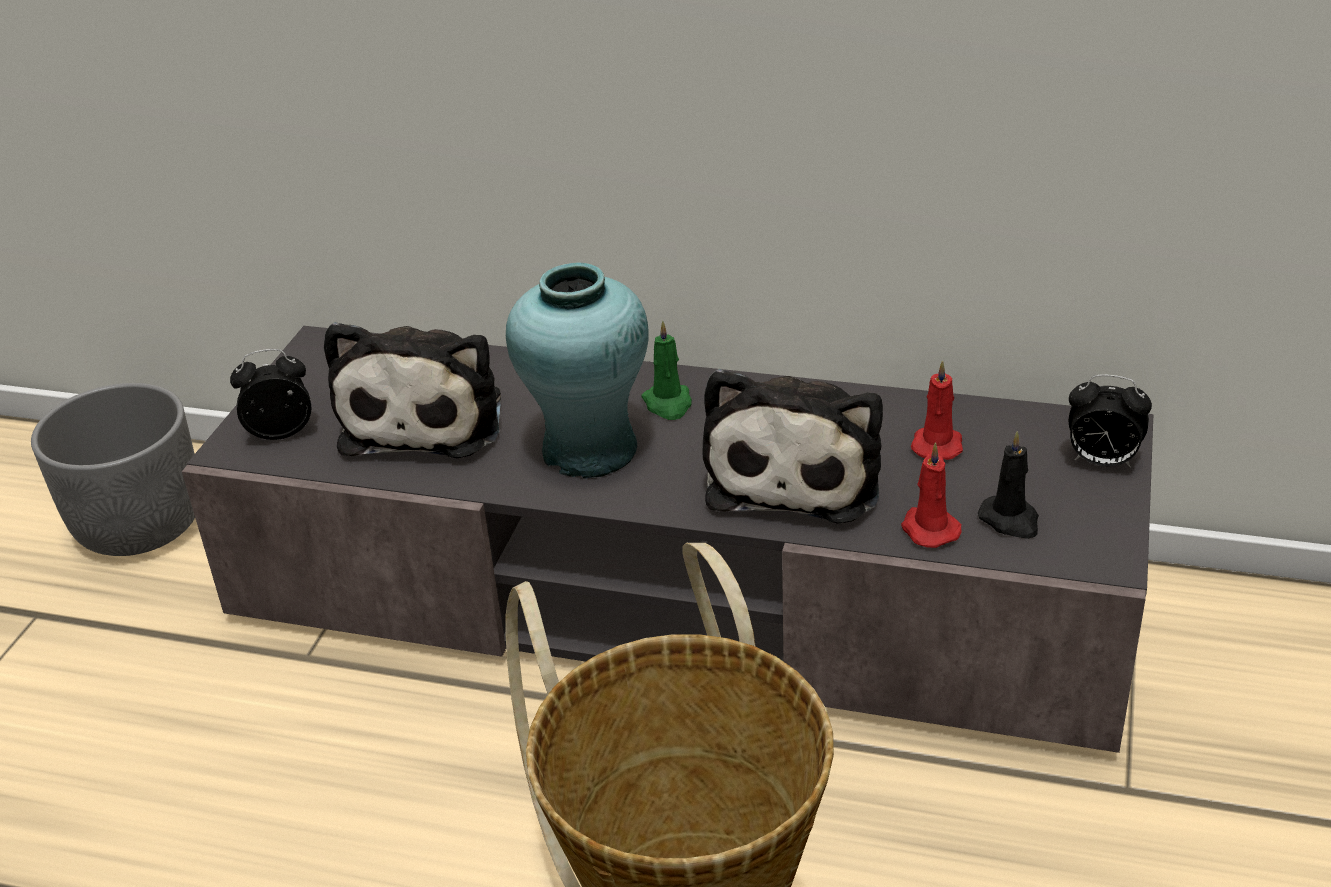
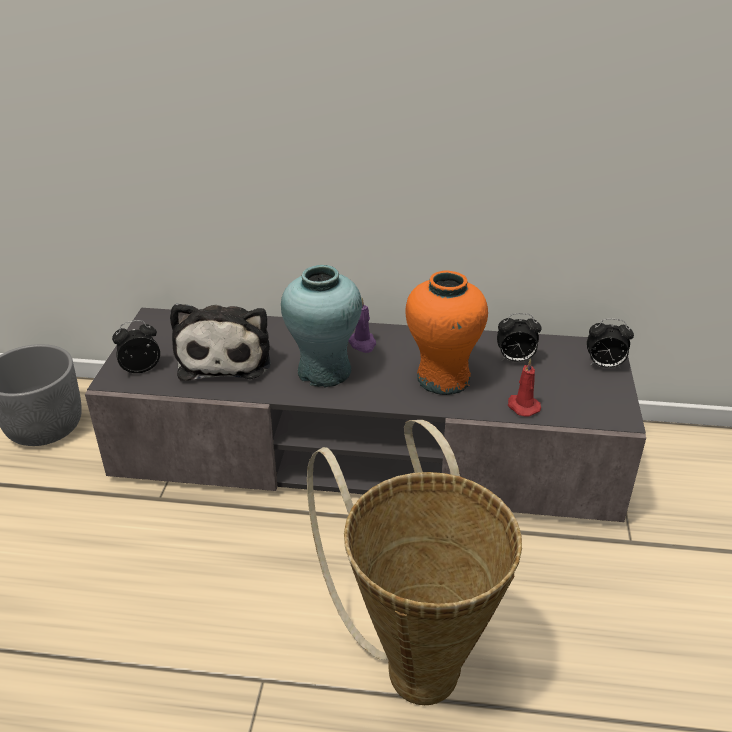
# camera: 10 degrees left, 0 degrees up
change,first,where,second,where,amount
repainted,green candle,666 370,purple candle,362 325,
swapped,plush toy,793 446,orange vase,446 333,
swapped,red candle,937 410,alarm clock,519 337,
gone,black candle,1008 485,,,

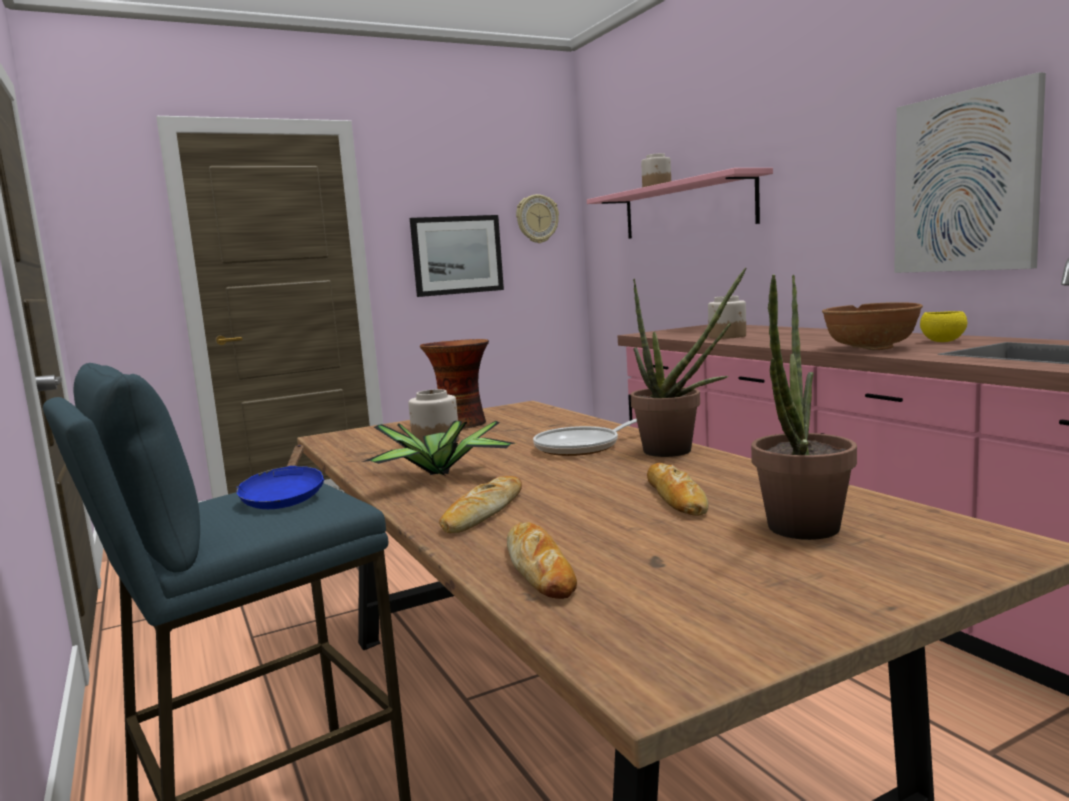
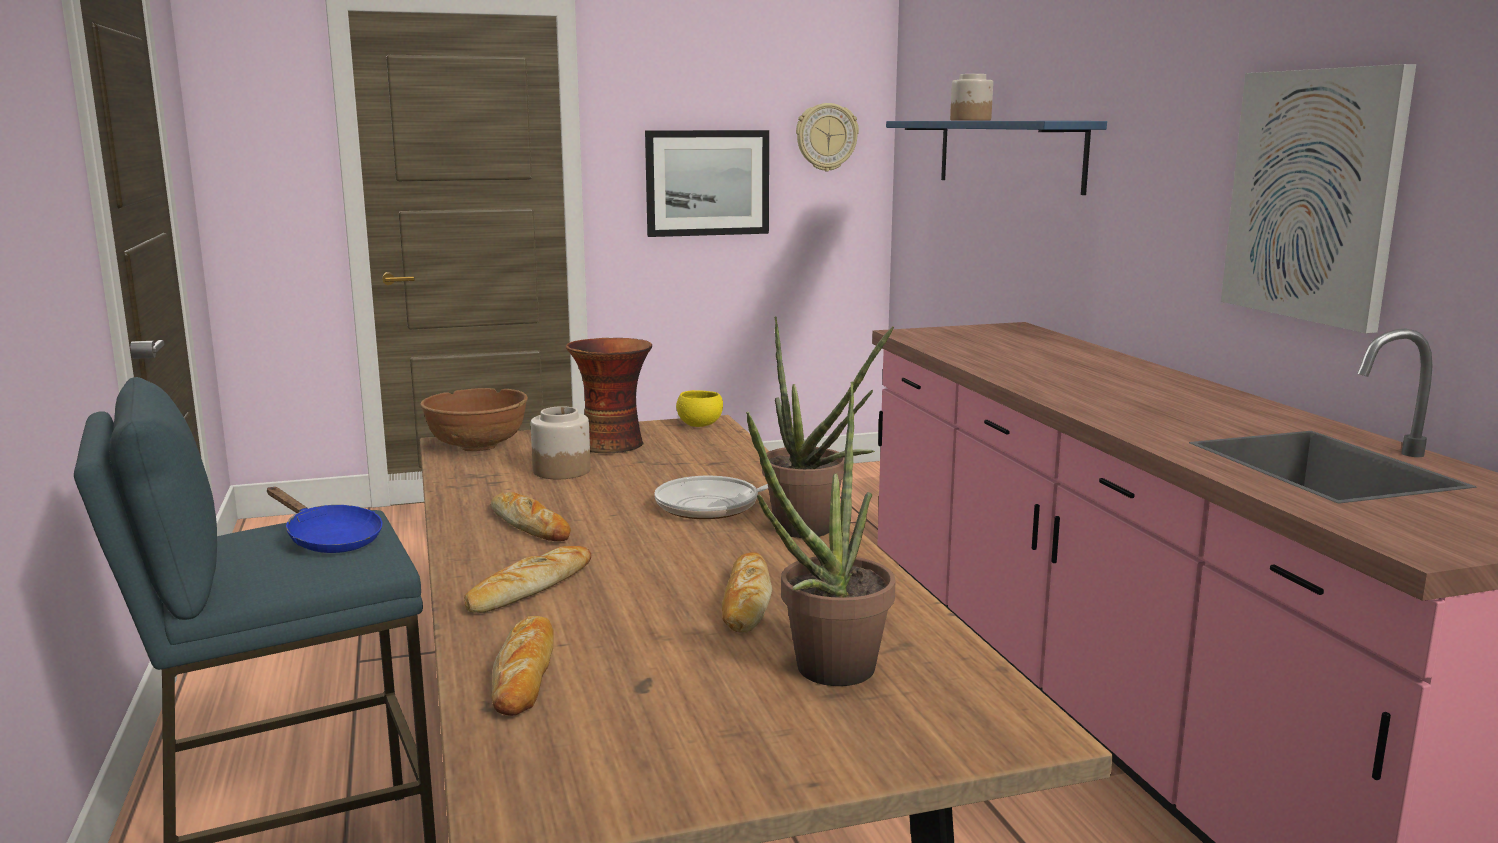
# camera: 10 degrees right, 5 degrees up
change,first,where,second,where,amount
rotated,blue frying pan,280 477,,325 520,60 degrees counterclockwise
shifted,brown bowl,872 326,,474 419,
swapped,potted plant,438 448,bread,531 516,
shifted,yellow bowl,943 326,,699 408,
repainted,pink shelf,680 203,blue shelf,996 158,
gone,jar,727 317,,,

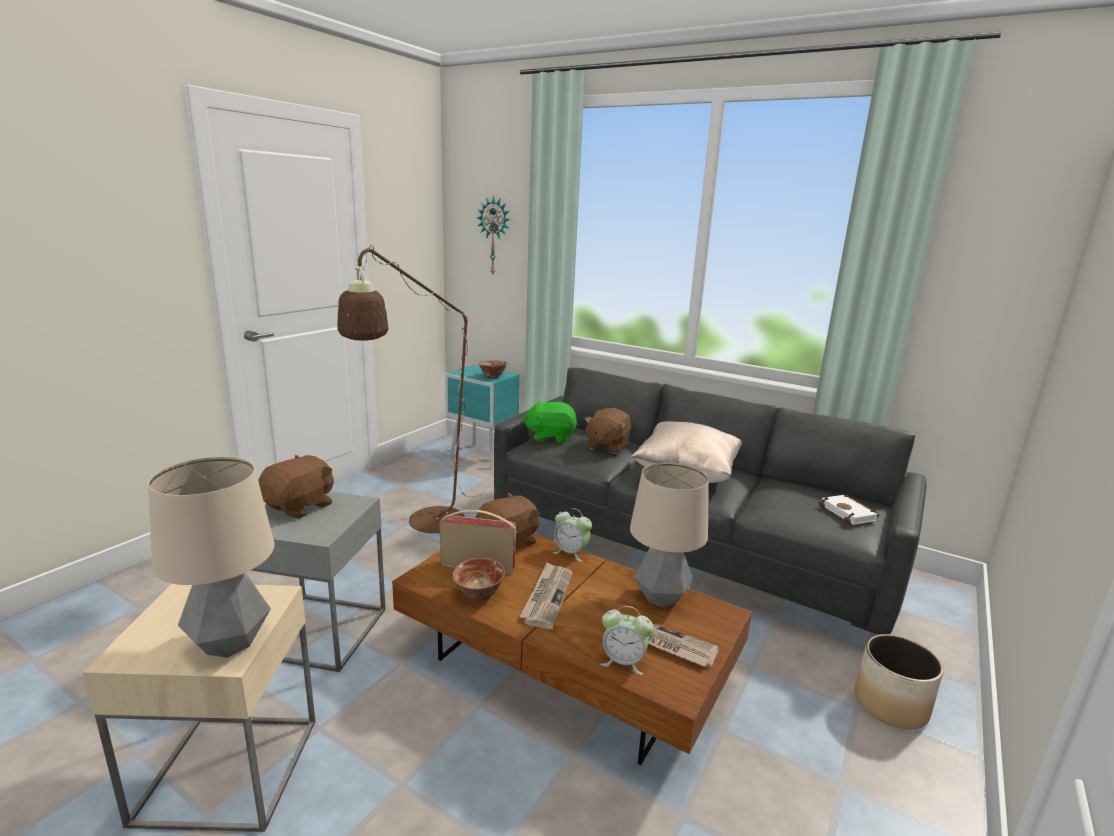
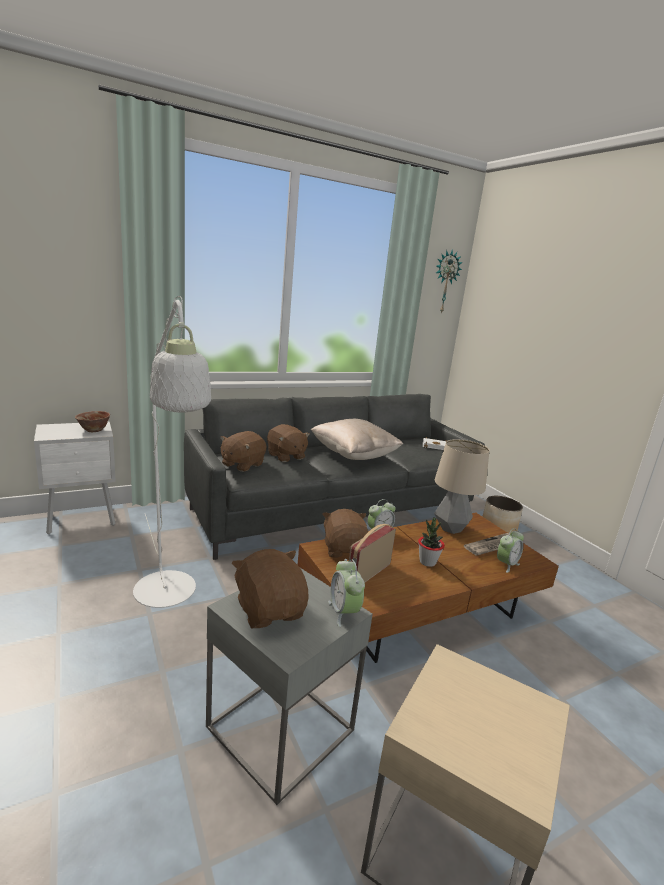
# camera: 60 degrees left, 0 degrees up
change,first,where,second,where,amount
repainted,turquoise nightstand,482 416,white nightstand,75 478,
repainted,brown floor lamp,415 389,white floor lamp,172 452,
repainted,green plush toy,550 422,brown plush toy,243 451,
new,,,alarm clock,346 593,
swapped,newspaper,546 595,potted plant,431 542,
shifted,wall clock,493 236,,449 281,
gone,table lamp,211 557,,,
gone,bowl,479 579,,,

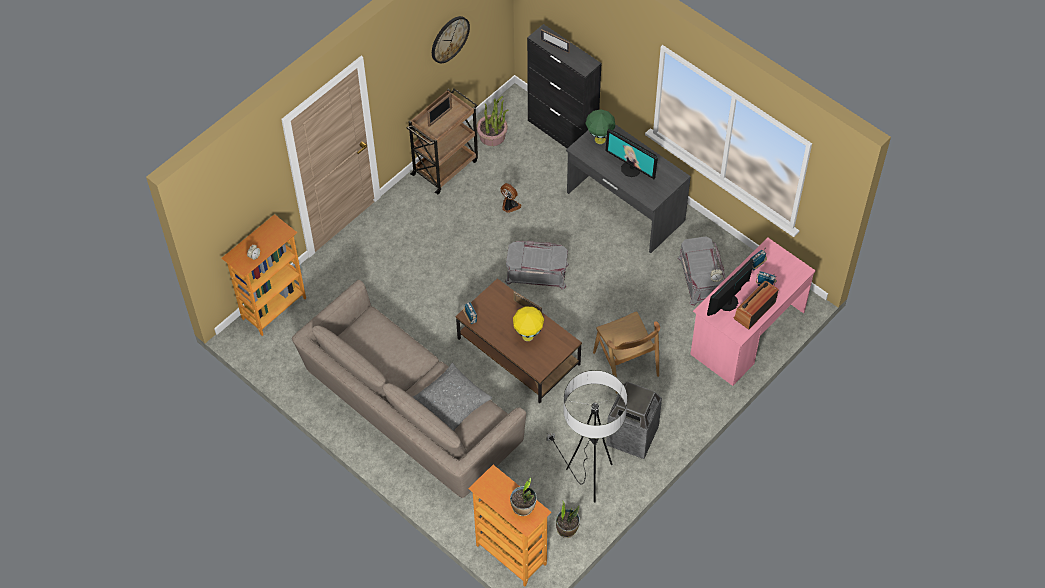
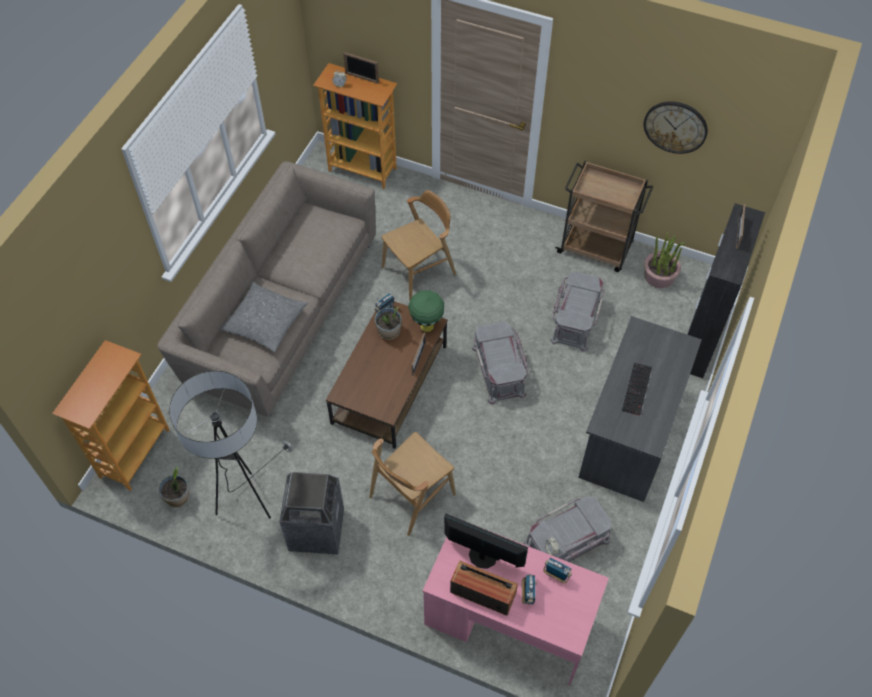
# camera: 70 degrees right, 0 degrees up
change,first,where,second,where,amount
shifted,picture frame,439 110,,361 68,
shifted,potted plant,523 497,,388 323,
new,,,brown chair,418 245,
shifted,green table lamp,600 127,,426 311,
swapped,fan,510 198,grey storage box,577 312,
swapped,monitor,632 154,keyboard,636 389,
gone,yellow table lamp,528 324,,,

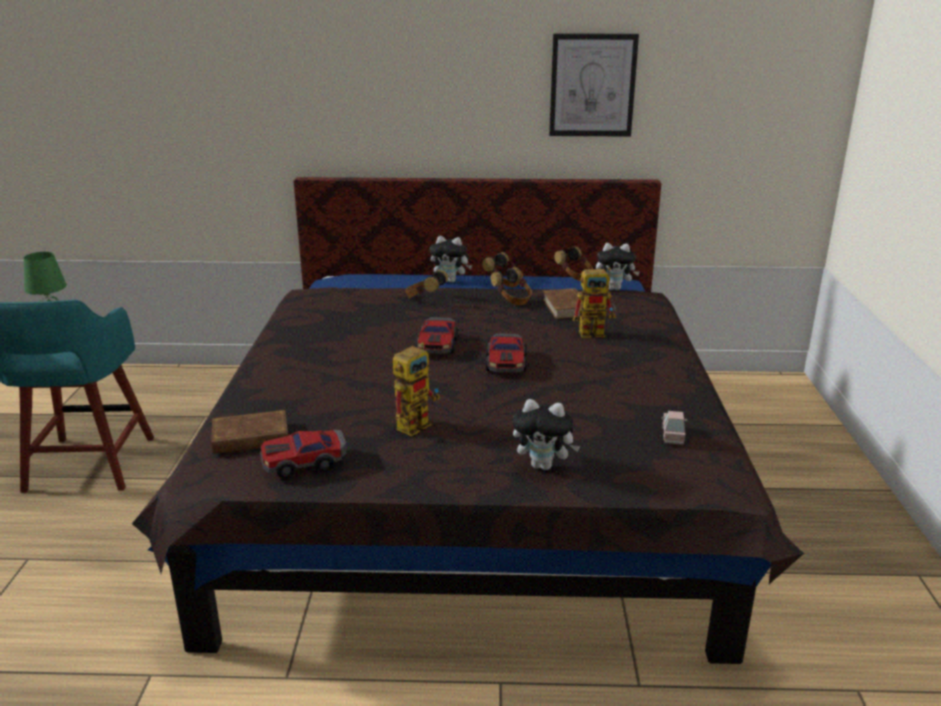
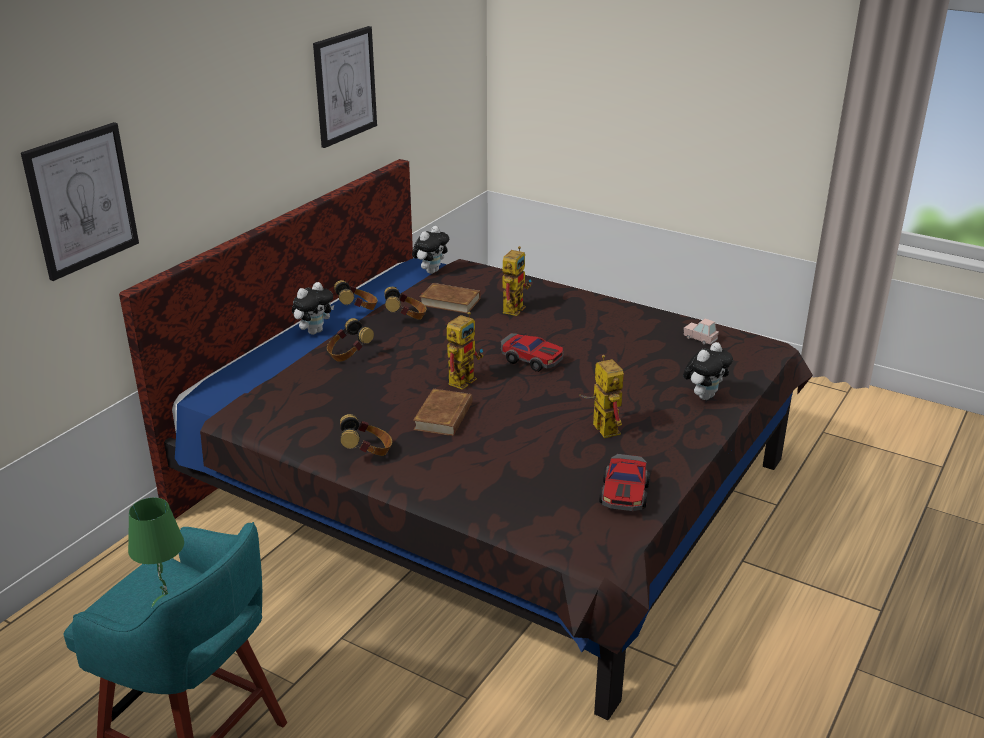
# camera: 60 degrees left, 5 degrees up
change,first,where,second,where,amount
new,,,picture,80 201,
shifted,headphones,573 264,,366 435,
shifted,brown book,250 432,,443 412,
swapped,toy car,436 335,toy robot,465 351,

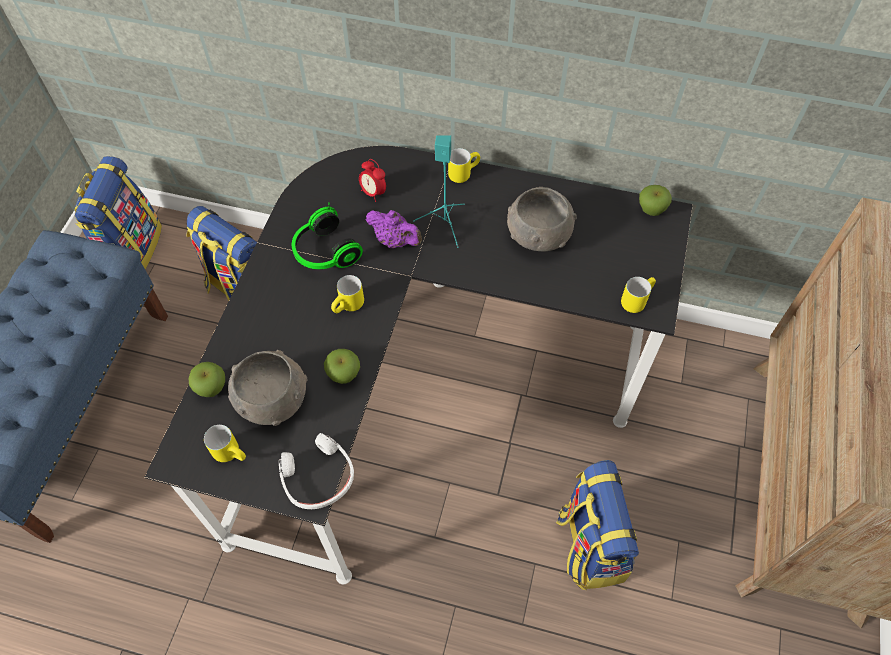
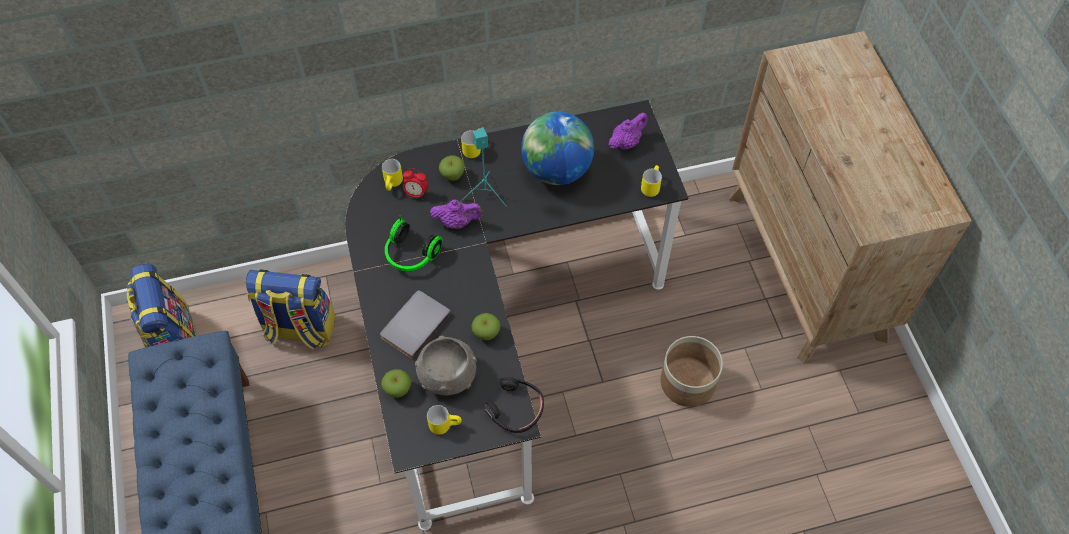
# camera: 30 degrees left, 0 degrees up
change,first,where,second,where,amount
new,,,grey book,415 325,
shifted,yellow mug,347 294,,392 175,
shifted,apple,655 200,,452 168,
repainted,white headphones,316 471,black headphones,514 405,
swapped,grey bowl,542 219,globe,557 148,
new,,,purple teapot,628 131,
swapped,backpack,597 525,planter,691 371,

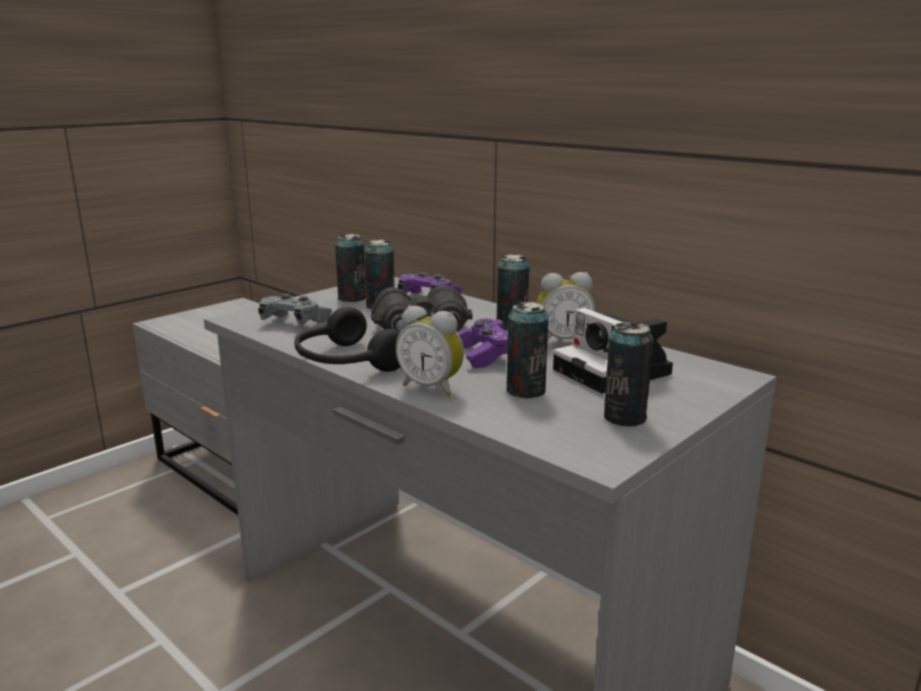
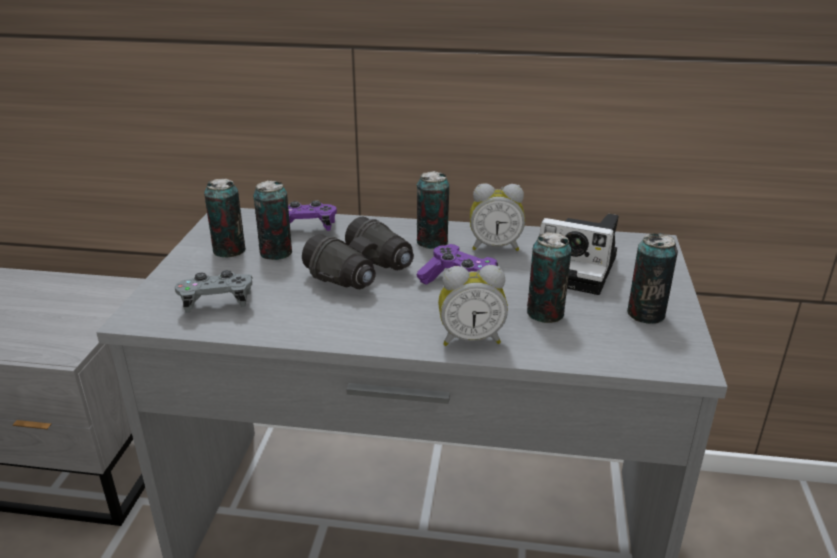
# camera: 35 degrees left, 10 degrees up
change,first,where,second,where,amount
rotated,alarm clock,566 306,,497 217,45 degrees clockwise
gone,black headphones,347 339,,,

